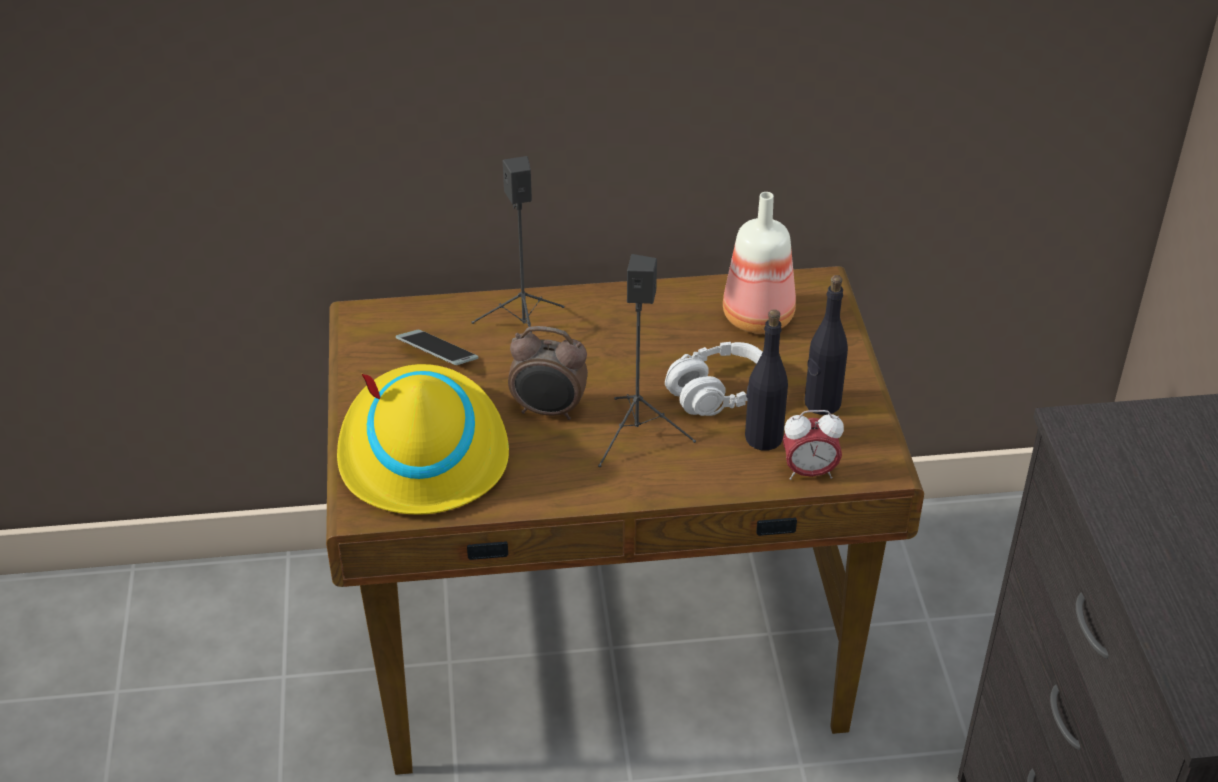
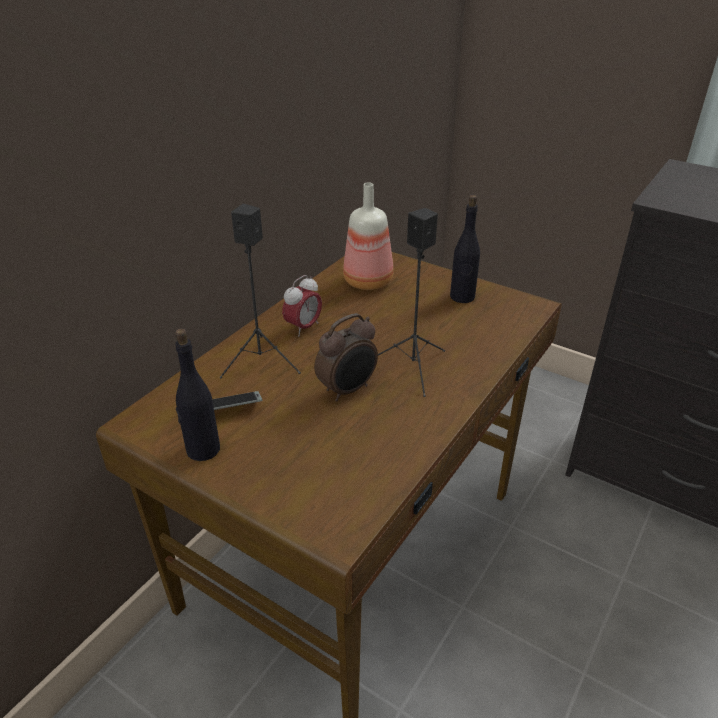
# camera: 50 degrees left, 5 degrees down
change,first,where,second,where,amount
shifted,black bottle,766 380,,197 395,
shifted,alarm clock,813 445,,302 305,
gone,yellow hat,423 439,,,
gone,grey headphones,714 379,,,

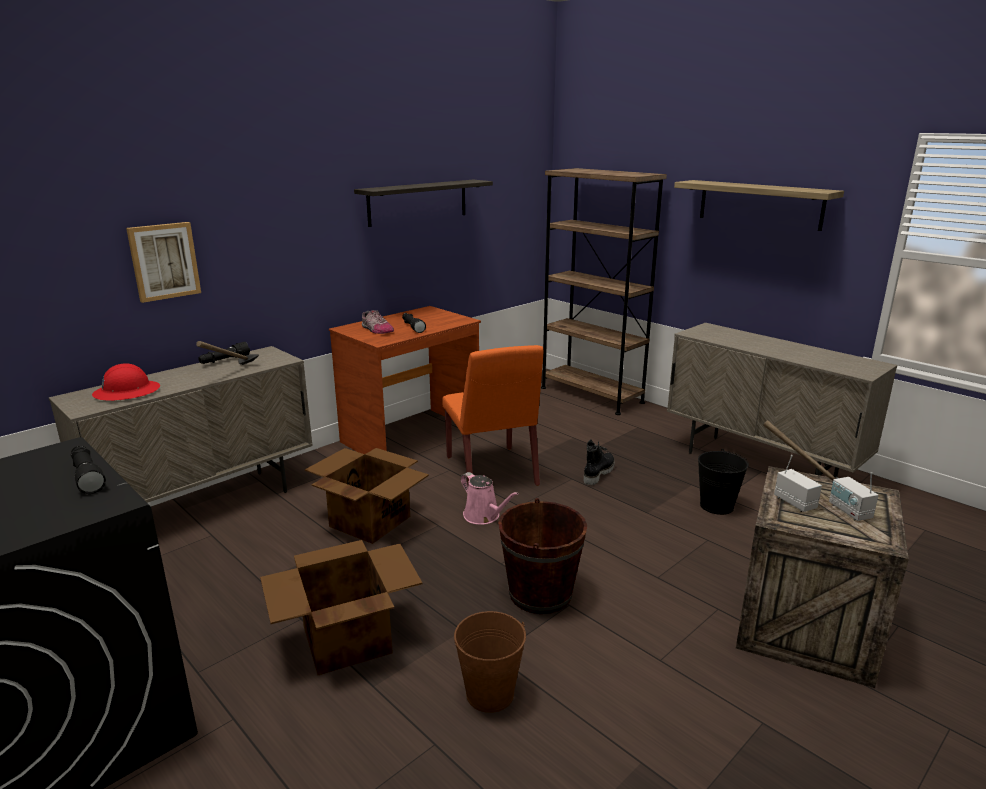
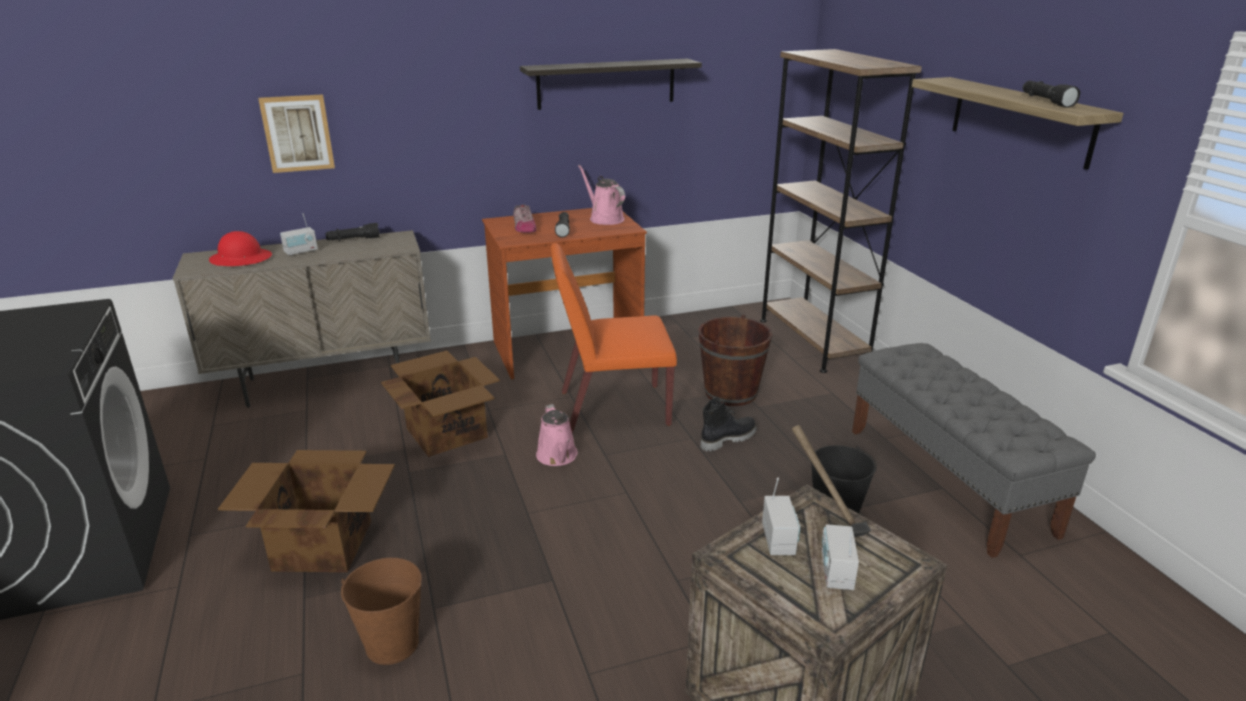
# camera: 25 degrees right, 5 degrees up
change,first,where,second,where,amount
new,,,radio,299 234,
rotated,orange chair,492 415,,614 338,75 degrees clockwise
new,,,pink watering can,601 195,
shifted,brown bucket,542 556,,735 360,
swapped,beige cabinet,782 400,grey bench,974 450,
shifted,black flashlight,88 470,,1051 94,
gone,hammer,227 353,,,

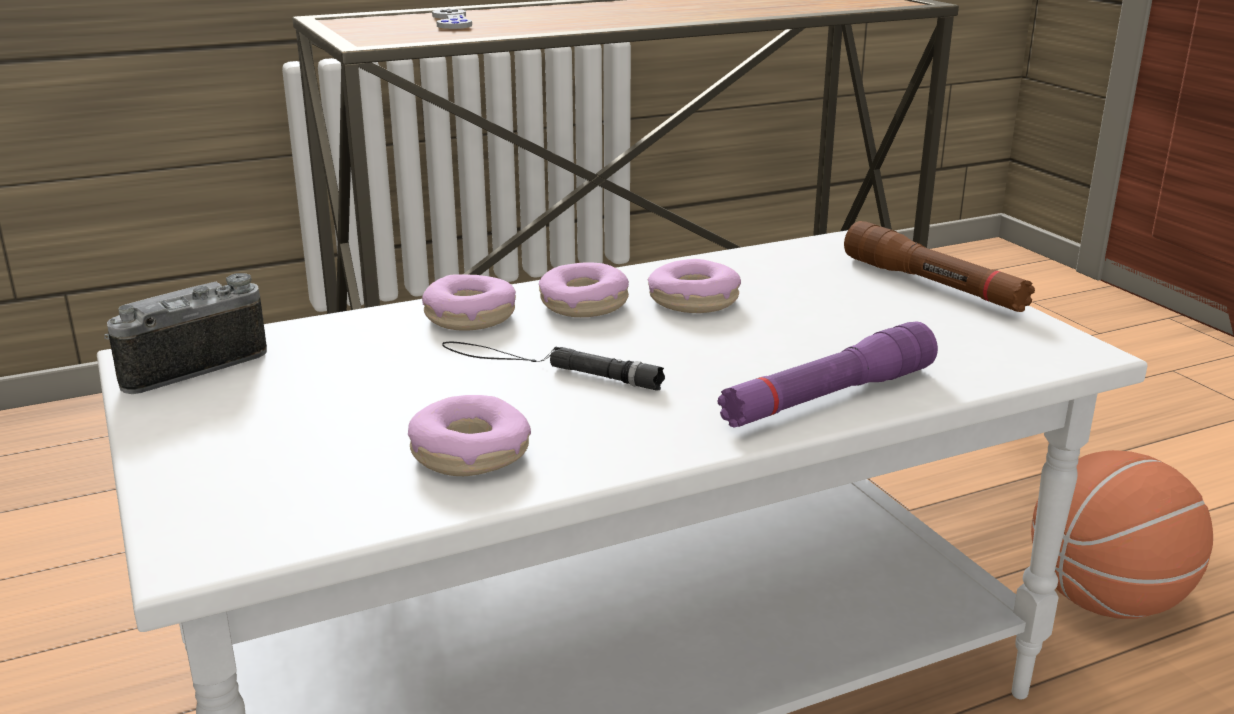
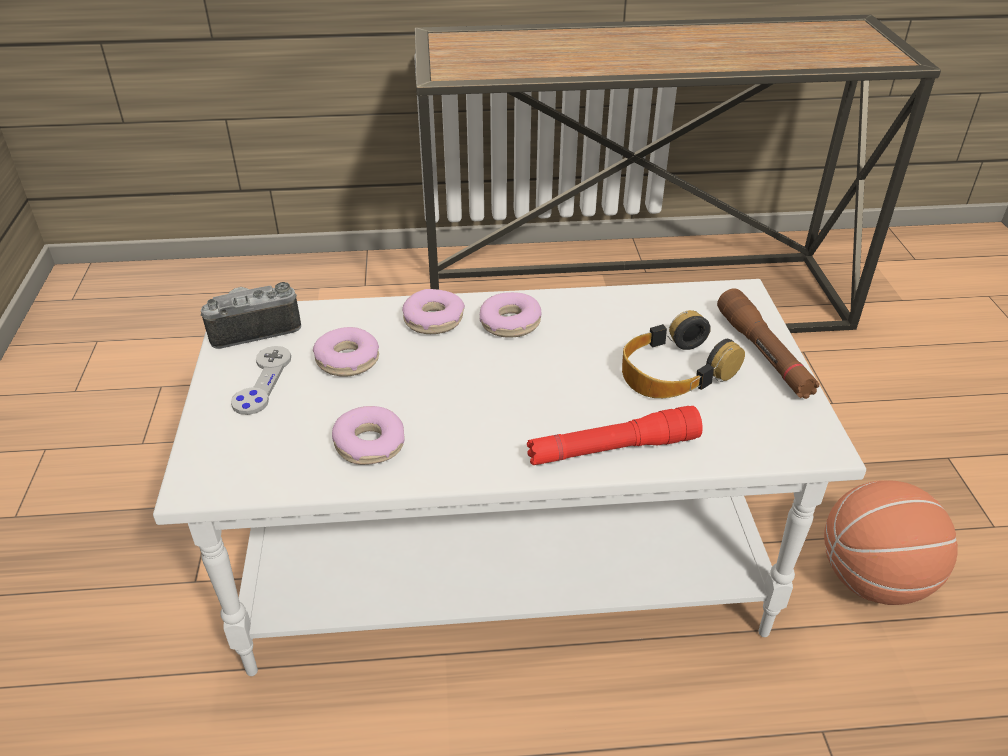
# camera: 20 degrees right, 15 degrees up
change,first,where,second,where,amount
shifted,grey game controller,452 19,,261 380,
shifted,donut,694 286,,346 352,
repainted,purple flashlight,827 374,red flashlight,615 435,
new,,,headphones,683 354,
gone,black flashlight,553 366,,,

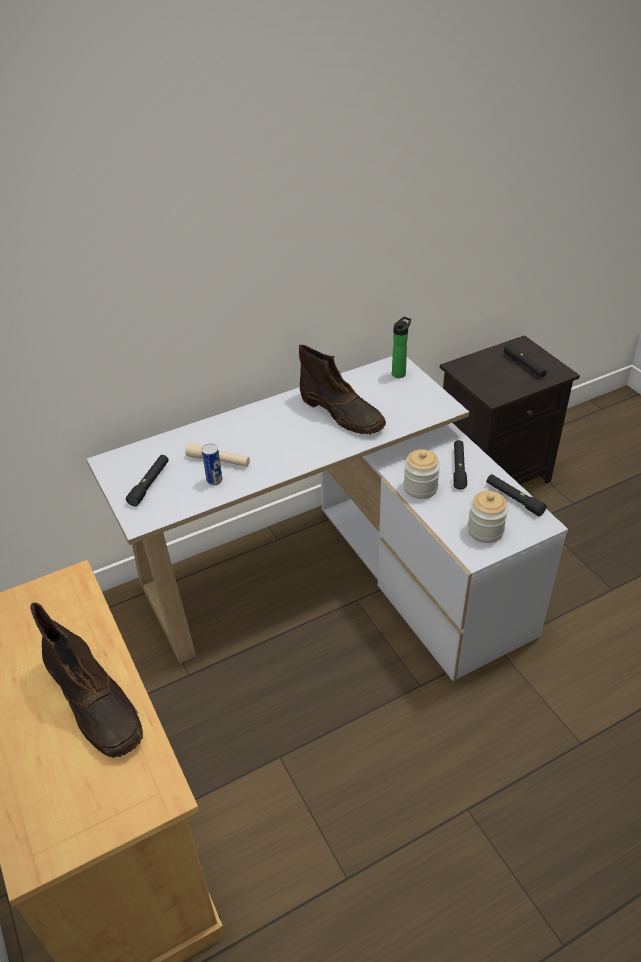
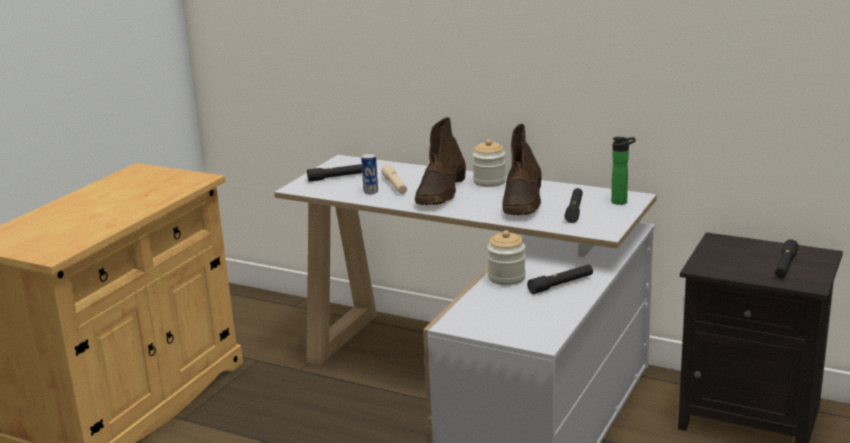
# camera: 55 degrees right, 20 degrees down
change,first,where,second,where,amount
shifted,brown boot,86 680,,440 161,
shifted,jar,487 517,,489 163,
shifted,black flashlight,517 495,,574 205,

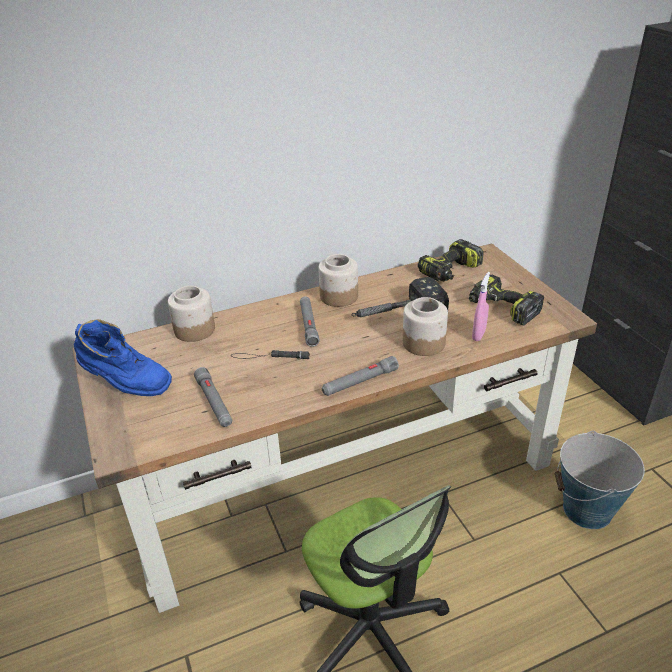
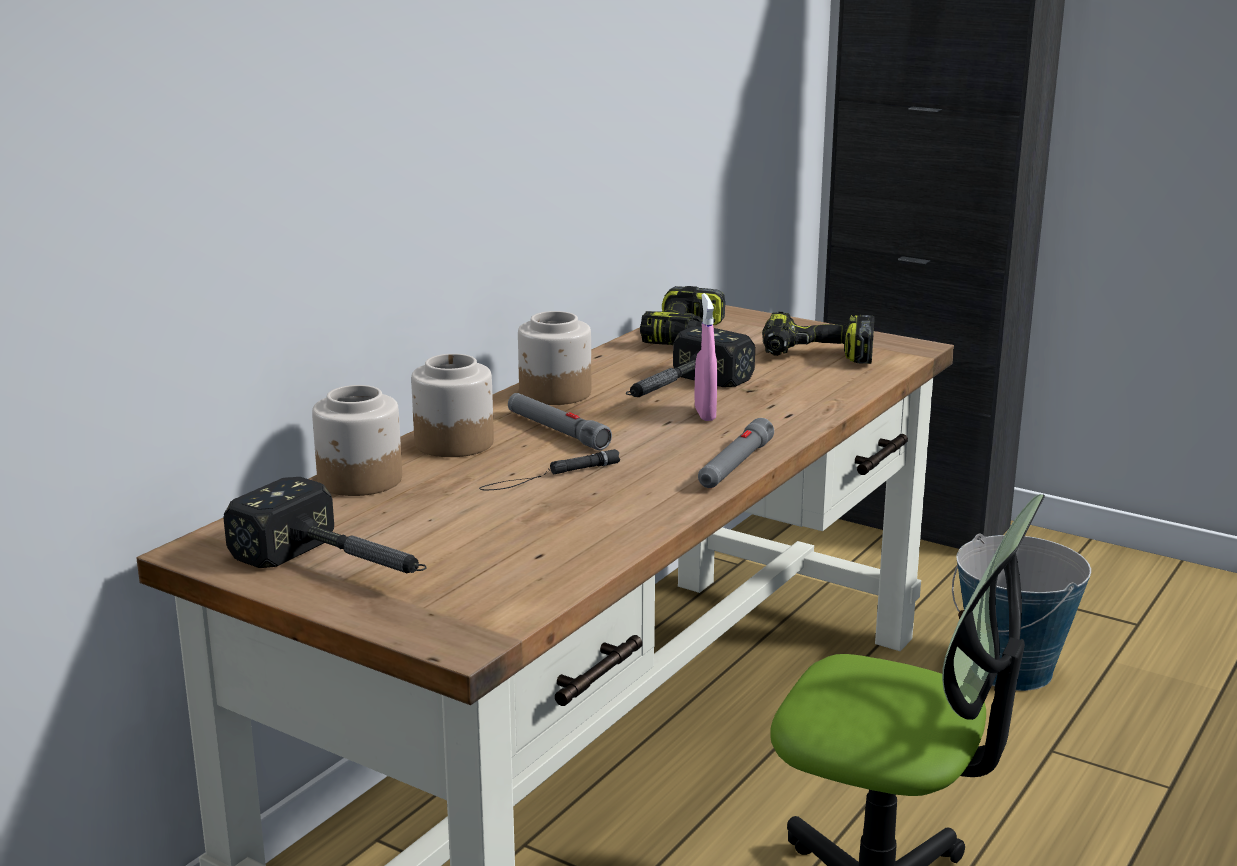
# camera: 35 degrees left, 15 degrees down
change,first,where,second,where,amount
swapped,blue boot,123 357,hammer,325 525,
shifted,jar,425 326,,452 405,
shifted,pink spray bottle,481 306,,705 357,
gone,grey flashlight,213 397,,,

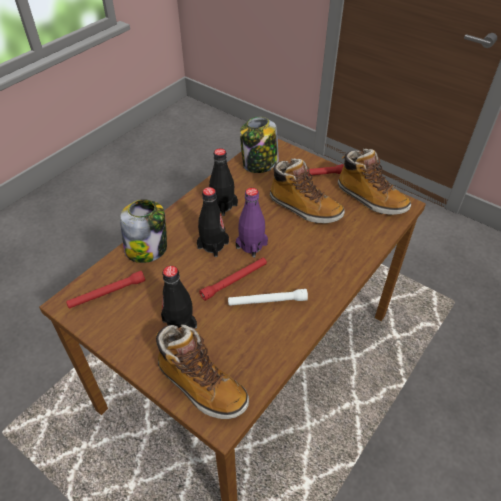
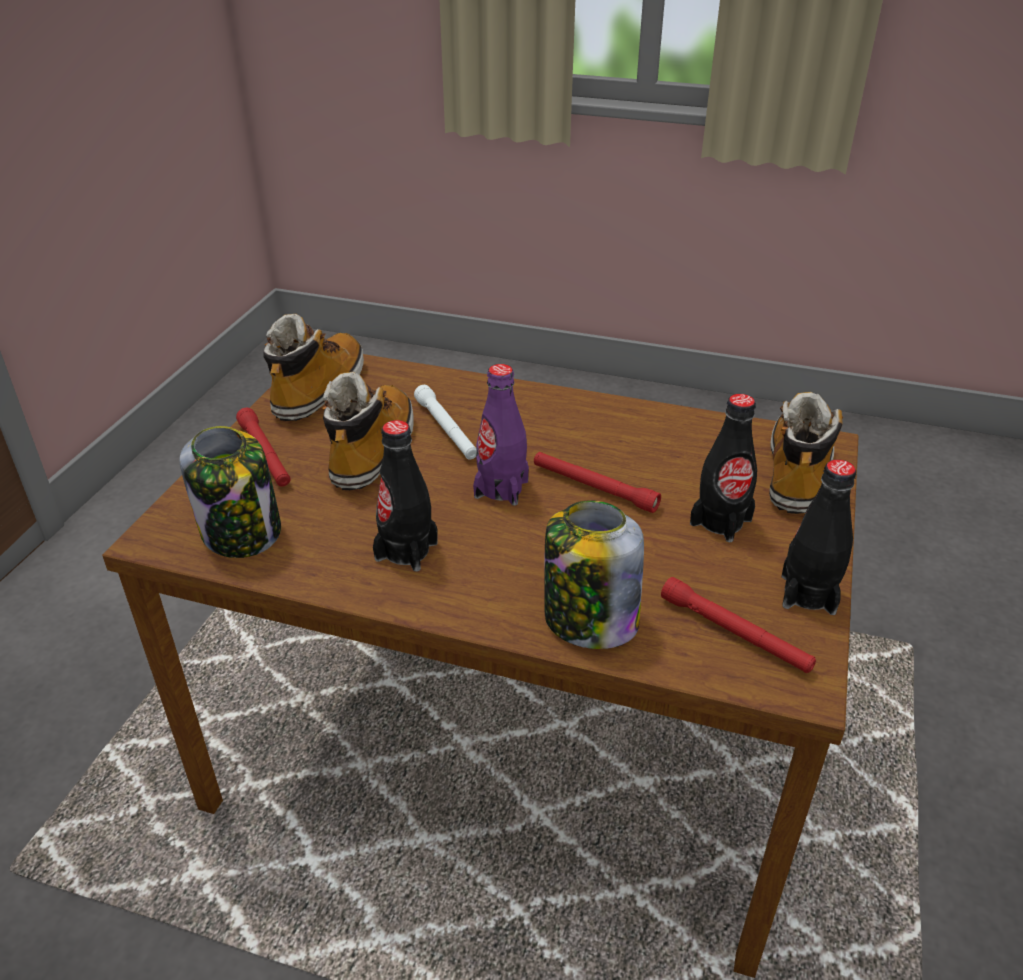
# camera: 110 degrees left, 10 degrees down
change,first,where,second,where,amount
shifted,white flashlight,268 297,,445 422,
shifted,black bottle,213 222,,818 537,

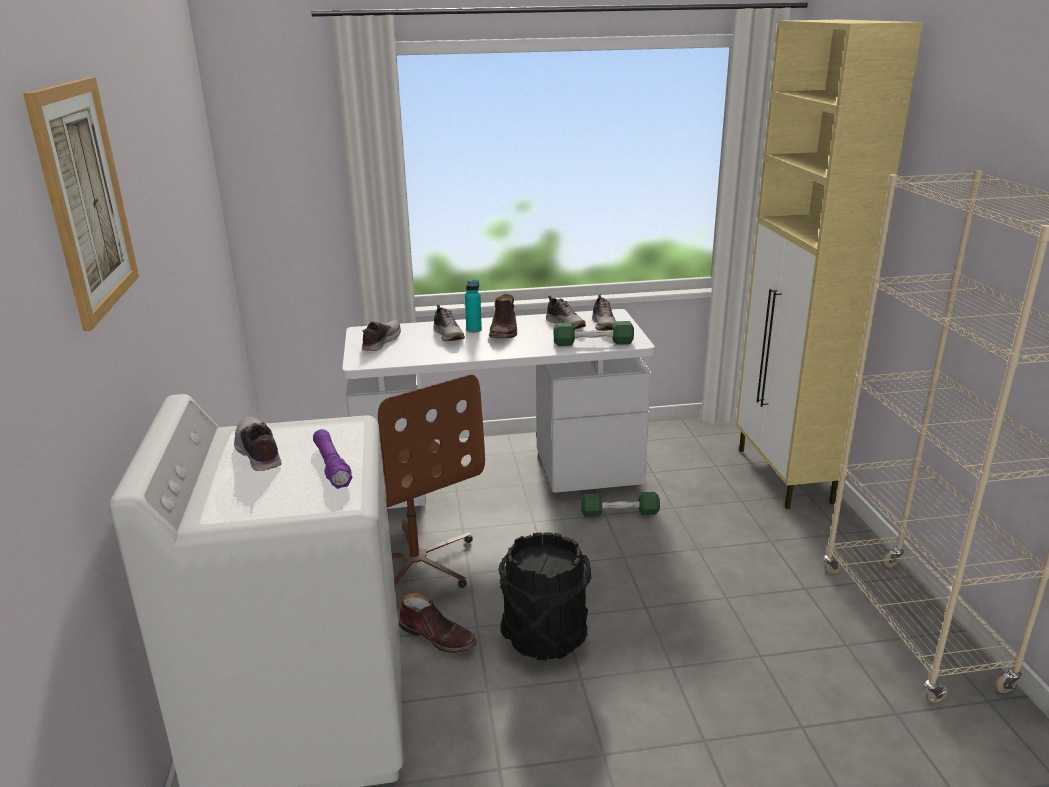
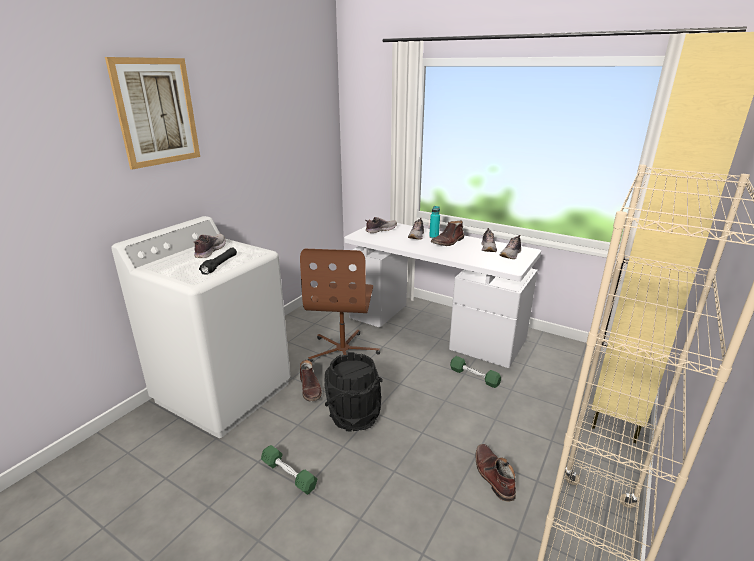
# camera: 40 degrees right, 0 degrees up
change,first,where,second,where,amount
repainted,purple flashlight,332 459,black flashlight,218 261,
shifted,green dumbbell,594 333,,289 470,
new,,,brown boot,496 473,

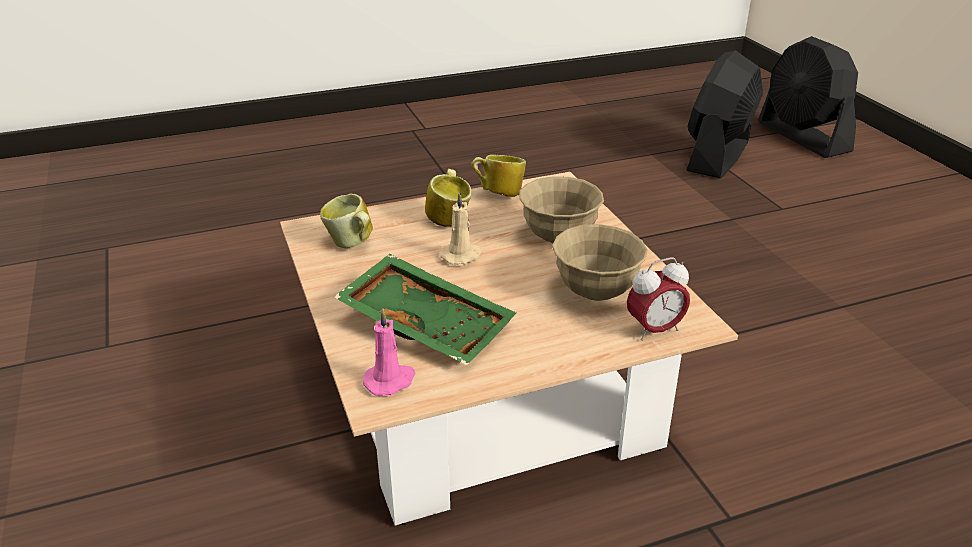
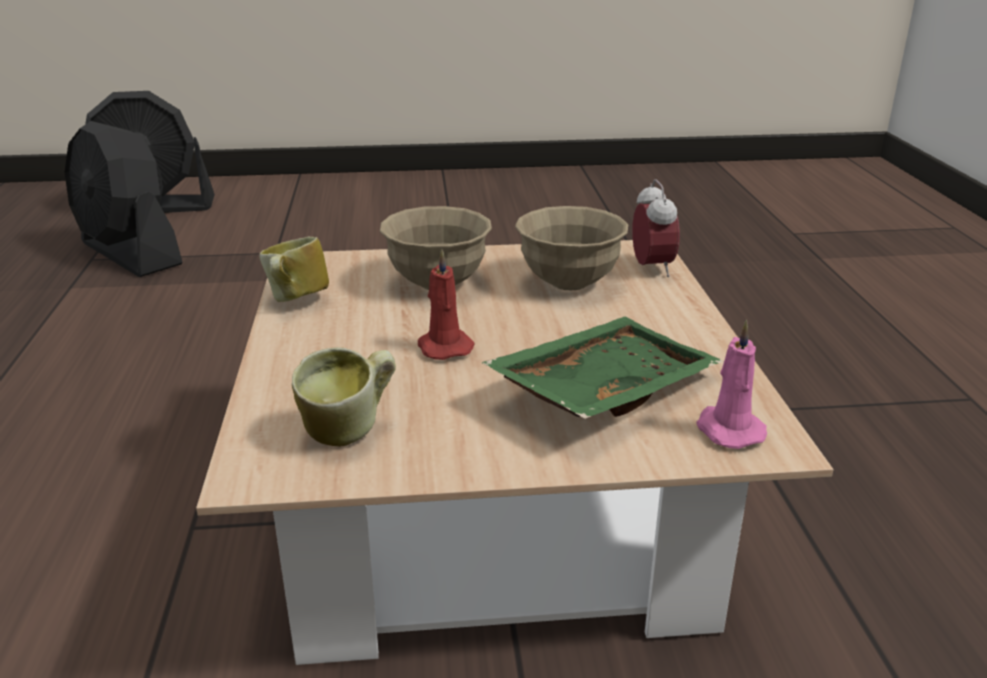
# camera: 75 degrees left, 5 degrees down
change,first,where,second,where,amount
repainted,beige candle,461 228,red candle,446 304,
gone,mug,448 198,,,

